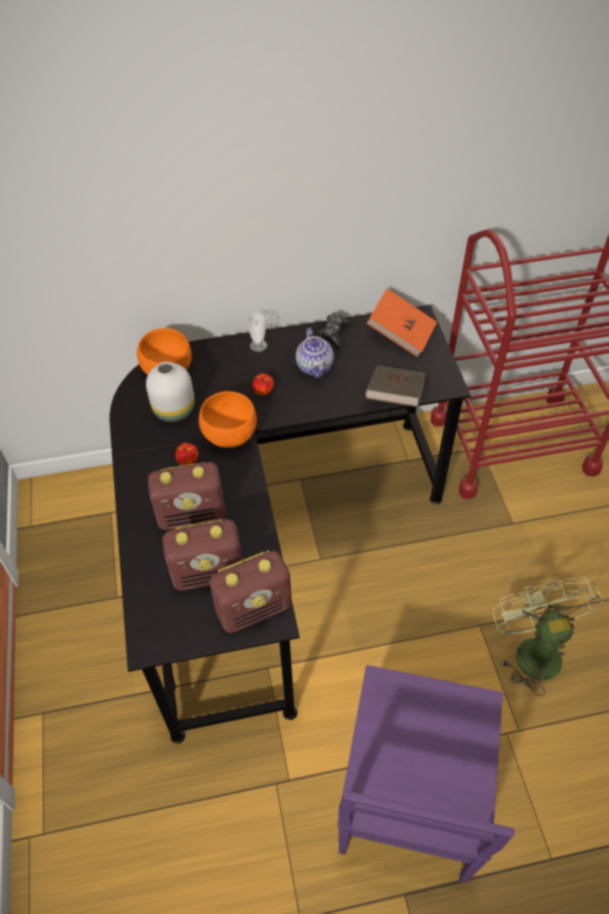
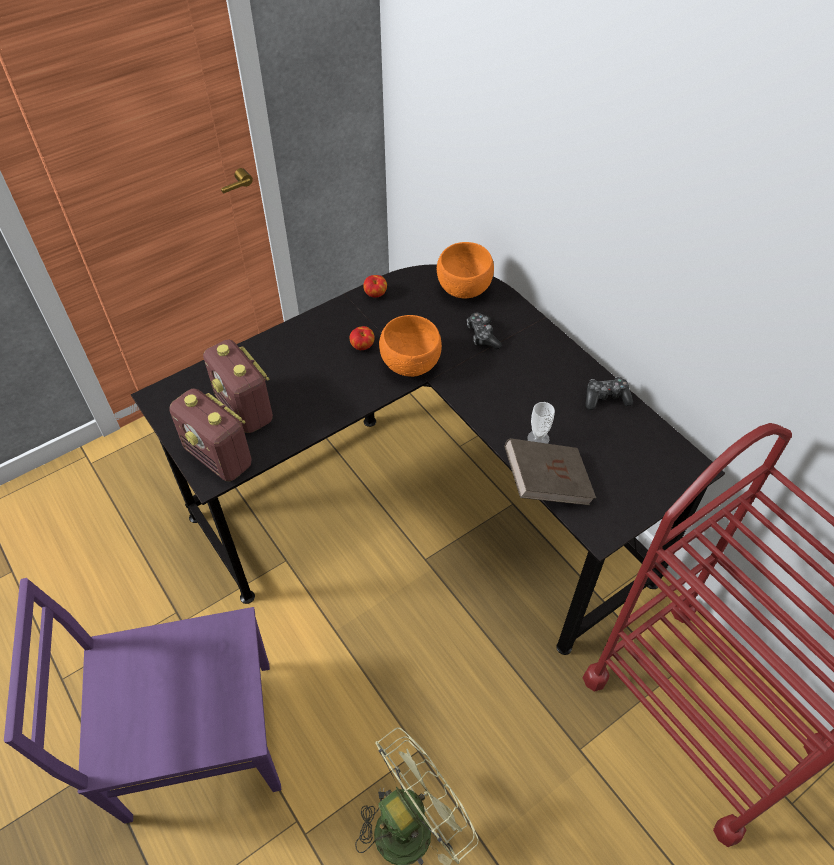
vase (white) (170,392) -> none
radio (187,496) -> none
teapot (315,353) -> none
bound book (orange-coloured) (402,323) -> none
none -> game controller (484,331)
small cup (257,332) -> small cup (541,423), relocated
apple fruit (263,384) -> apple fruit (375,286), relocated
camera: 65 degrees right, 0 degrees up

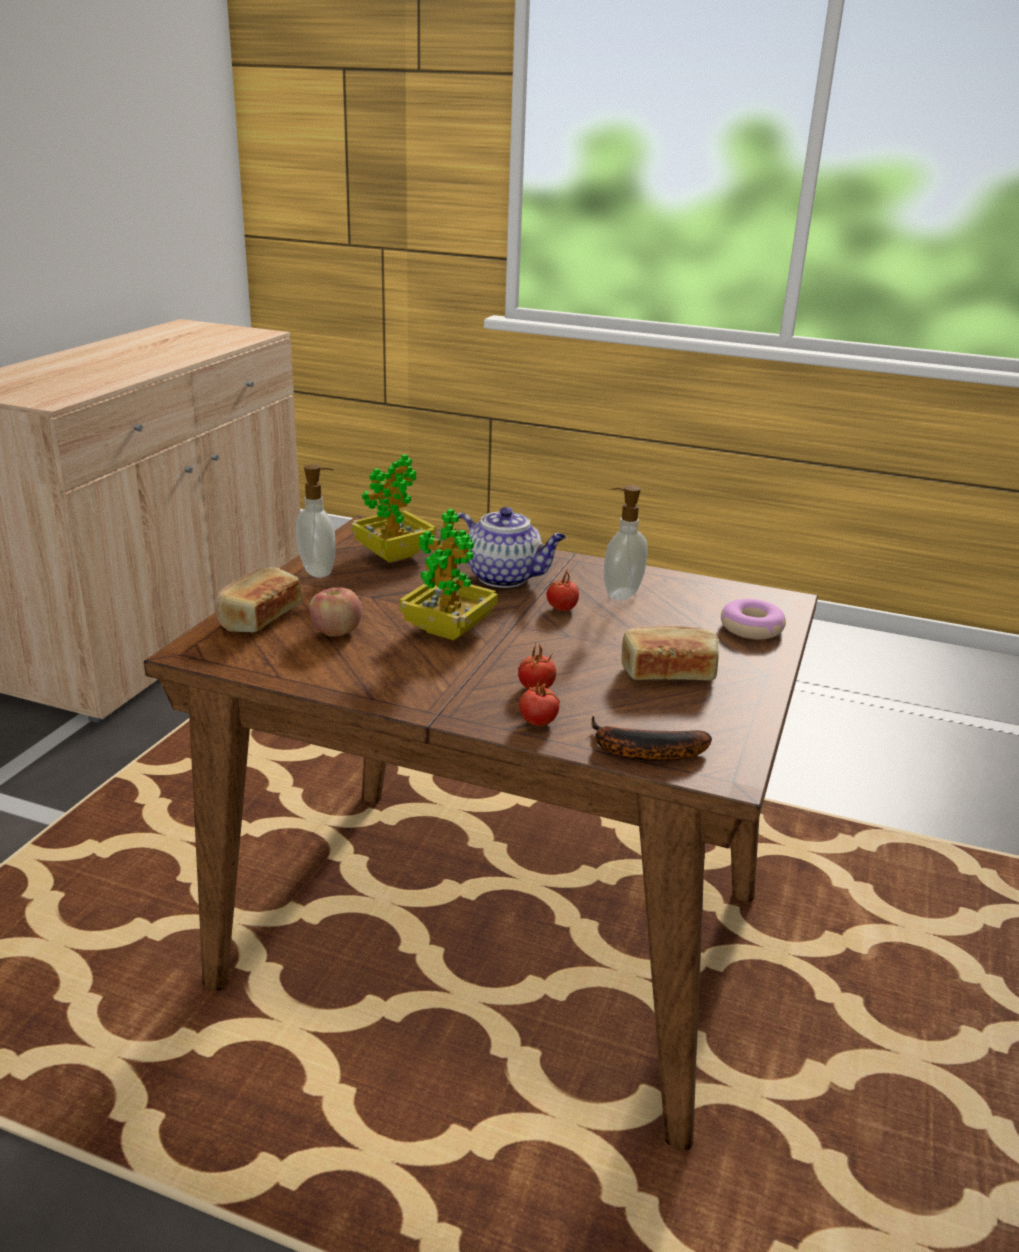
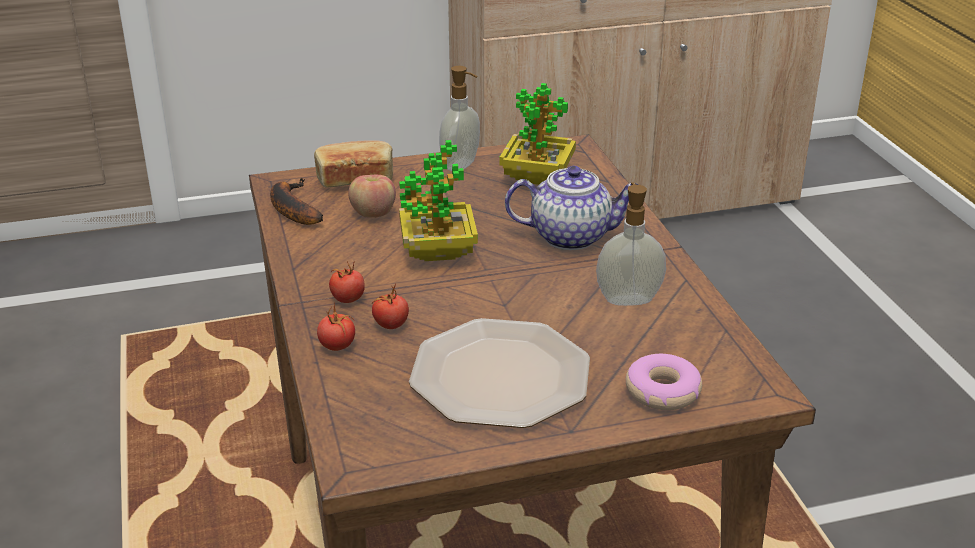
fresh tomato (563,590) -> fresh tomato (347,282), relocated
whole banana (651,738) -> whole banana (296,201), relocated
baked bread (670,653) -> plate (499,373)
teapot (511,547) -> teapot (571,208), 75 degrees counterclockwise
camera: 55 degrees right, 5 degrees up

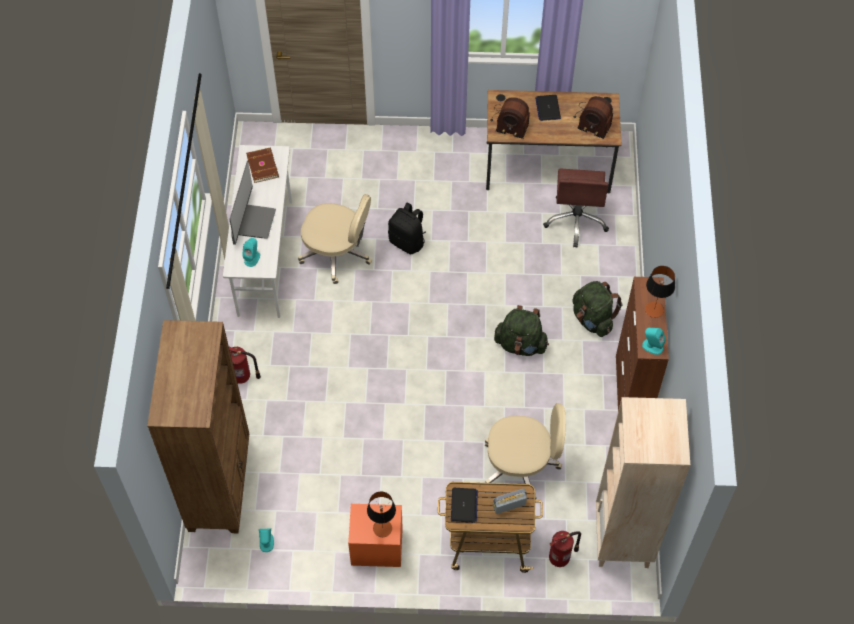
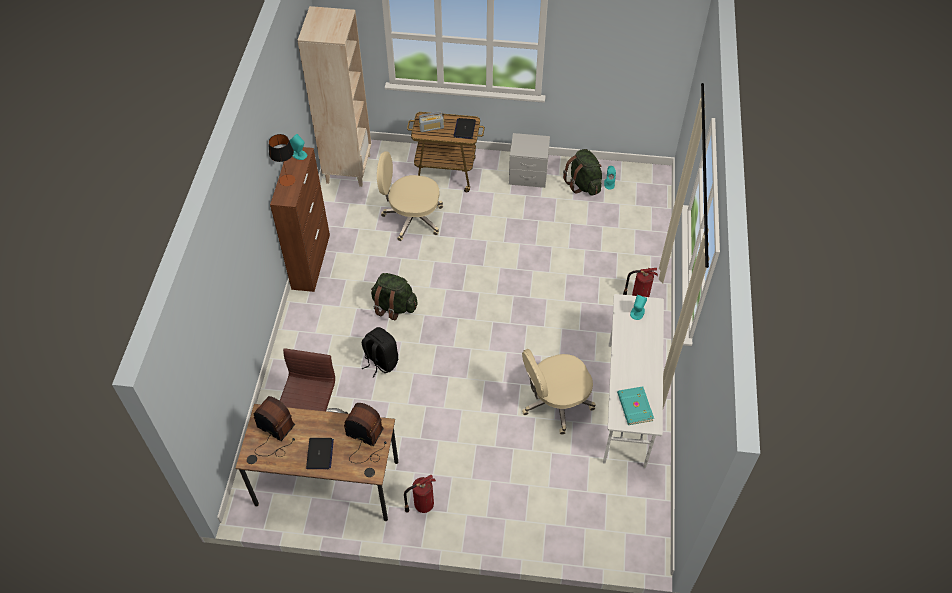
bookcase (brown) (198,426) -> none
monitor (252,202) -> none
tabletop lamp (381,514) -> none
backpack (black-coloured) (407,228) -> backpack (black-coloured) (380,352), relocated
extinguisher (565,549) -> extinguisher (420,493), relocated
backpack (green) (597,309) -> backpack (green) (582,172), relocated
bound book (brown) (262,165) -> bound book (blue-green) (635,405)
bedside table (orange-coloured) (375,535) -> bedside table (grey) (529,160)
desk chair (beige) (335,239) -> desk chair (beige) (559,392), 45 degrees counterclockwise
camera: 175 degrees left, 5 degrees down

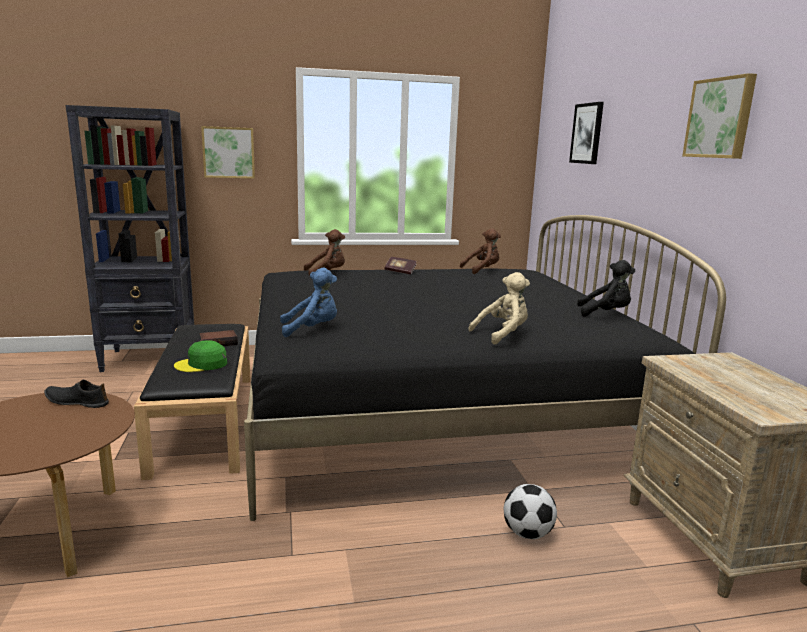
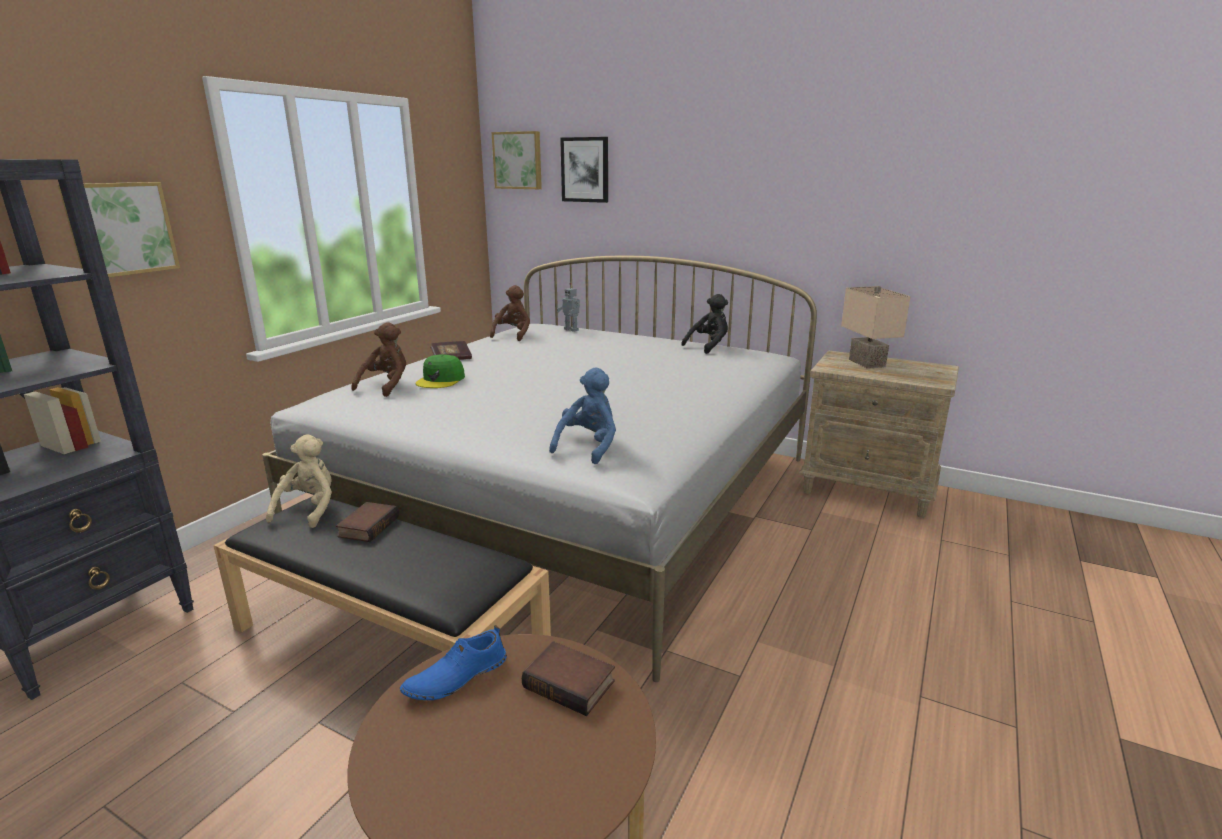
ball for football (530,511) -> none
none -> bound book (568,678)
none -> model robot (568,307)
none -> tabletop lamp (beige) (876,327)
cap (green) (200,356) -> cap (green) (440,371), relocated
soft toy (beige) (499,308) -> soft toy (beige) (299,481), relocated
wall art (719,116) -> wall art (517,160), relocated
low shoe (black-coloured) (76,393) -> low shoe (blue-coloured) (453,662)
bedroom bed (black-coloured) (485,368) -> bedroom bed (white) (539,469)
camera: 50 degrees left, 5 degrees up

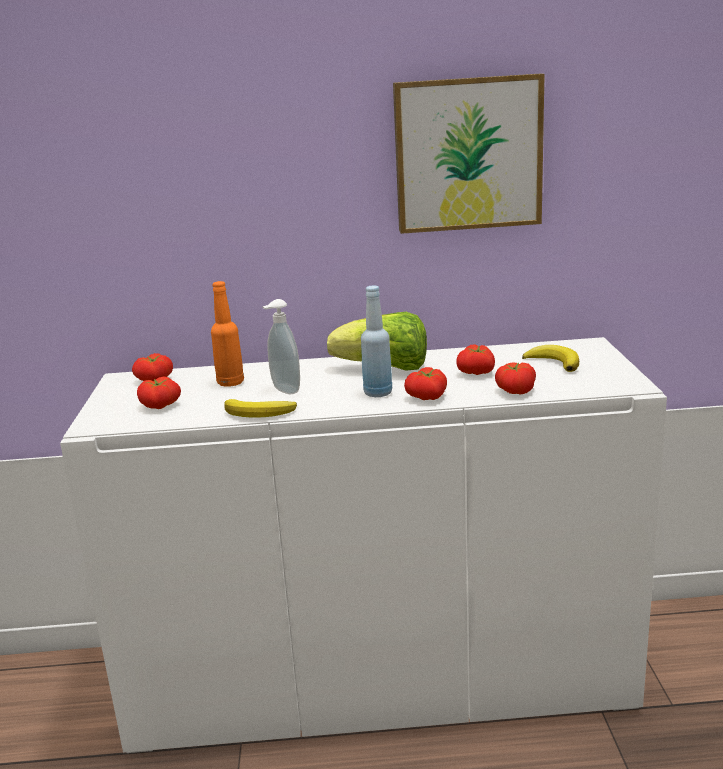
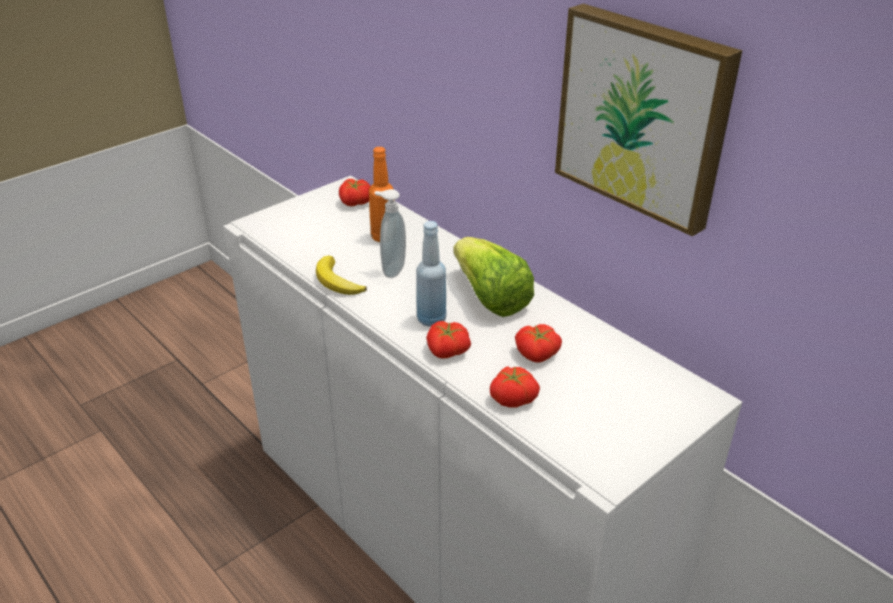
fresh tomato (159,392) -> none
whole banana (550,358) -> none
camera: 50 degrees right, 15 degrees up

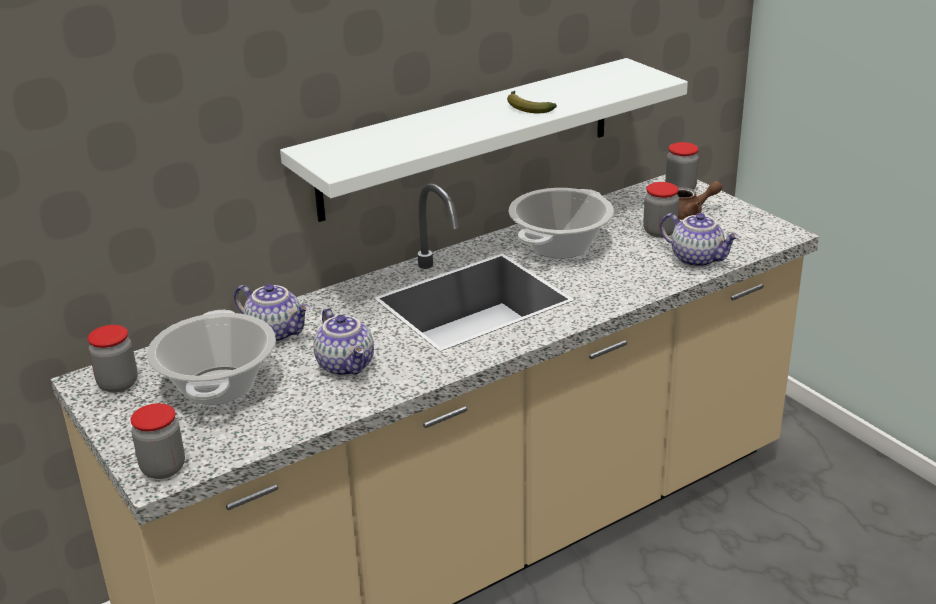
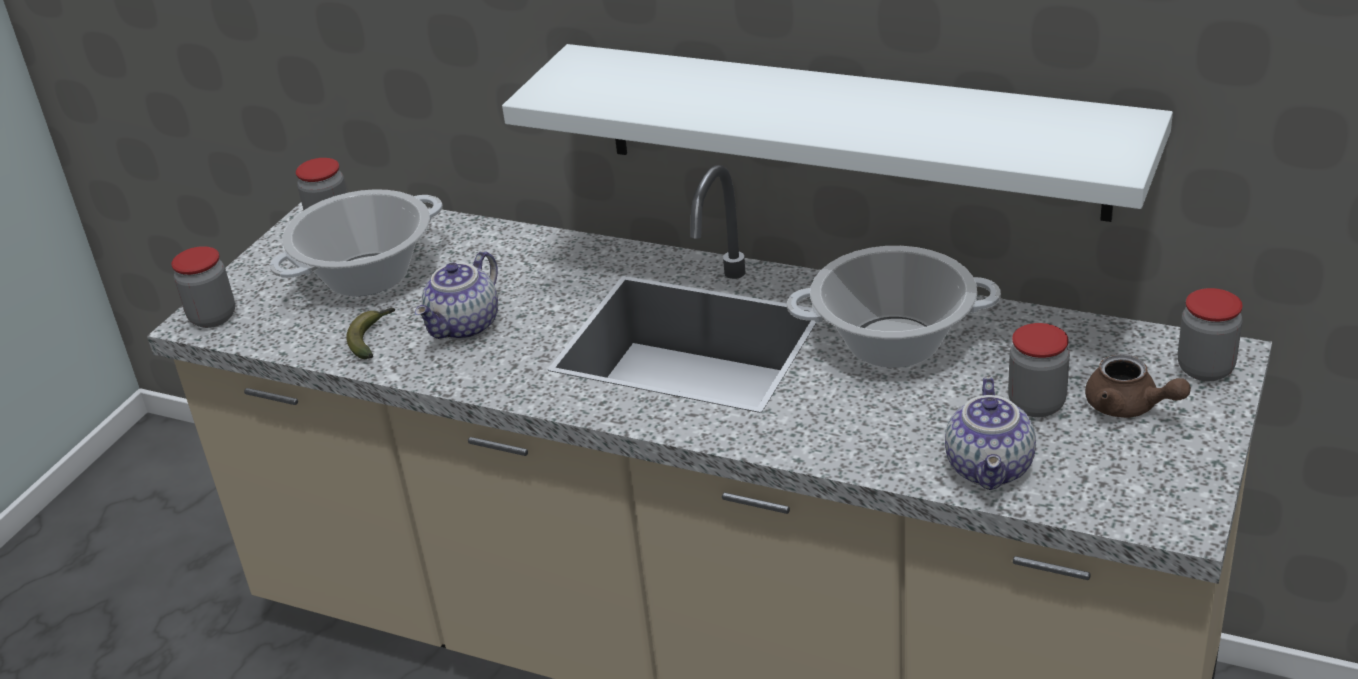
teapot (272,313) -> none
whole banana (532,102) -> whole banana (370,333), relocated
camera: 60 degrees right, 5 degrees up

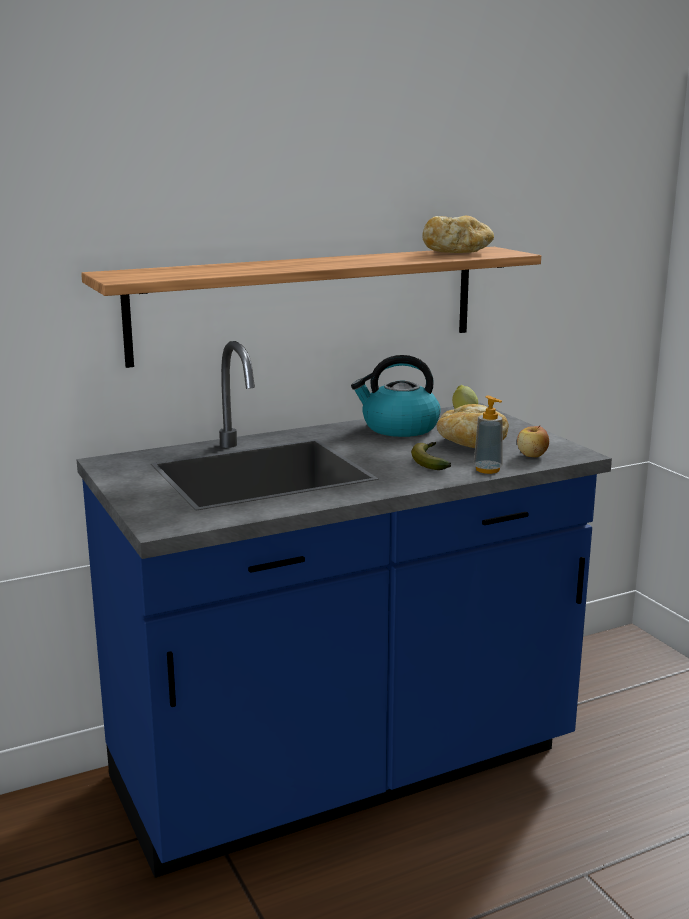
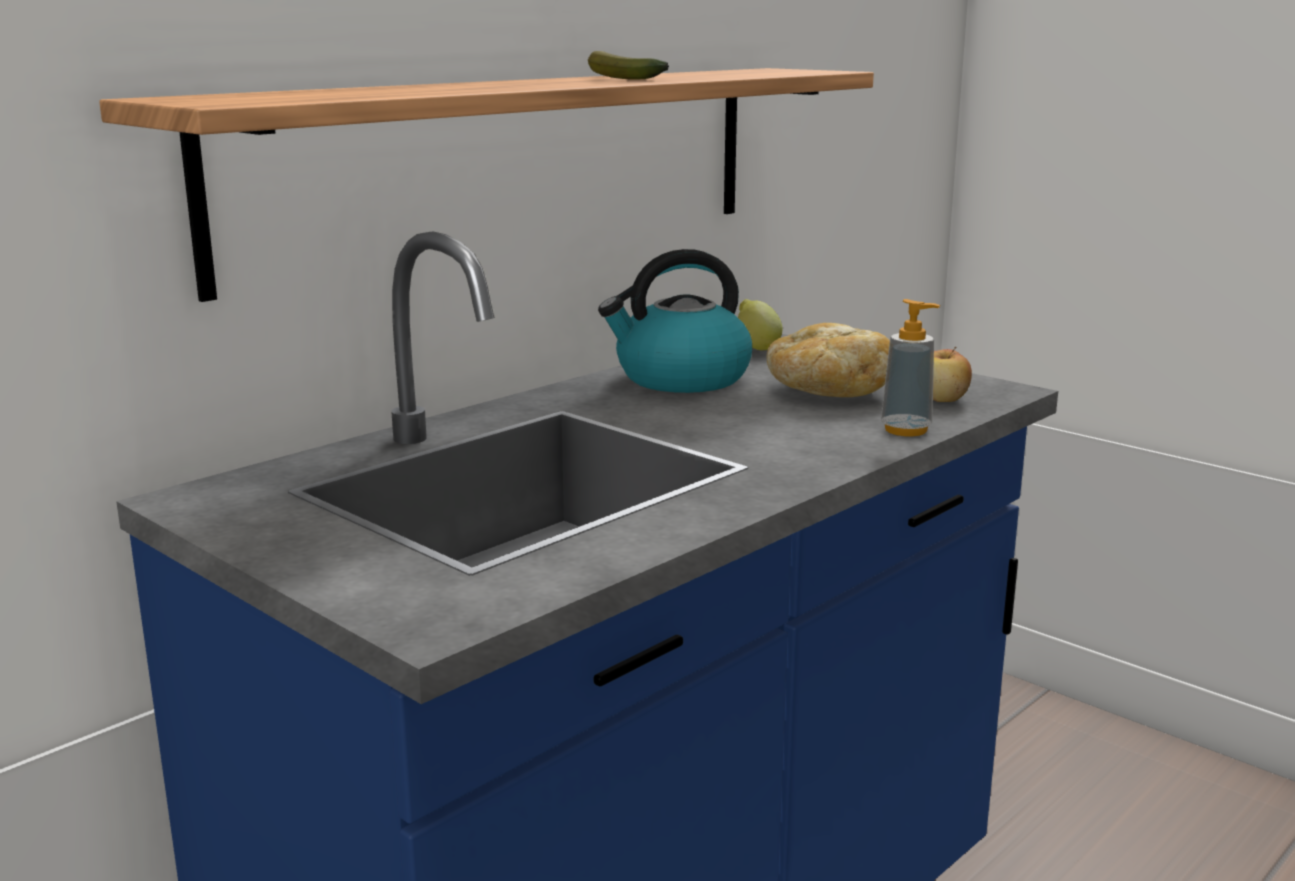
baked bread (458,234) -> none
whole banana (431,456) -> whole banana (628,65), relocated
camera: 20 degrees left, 0 degrees up

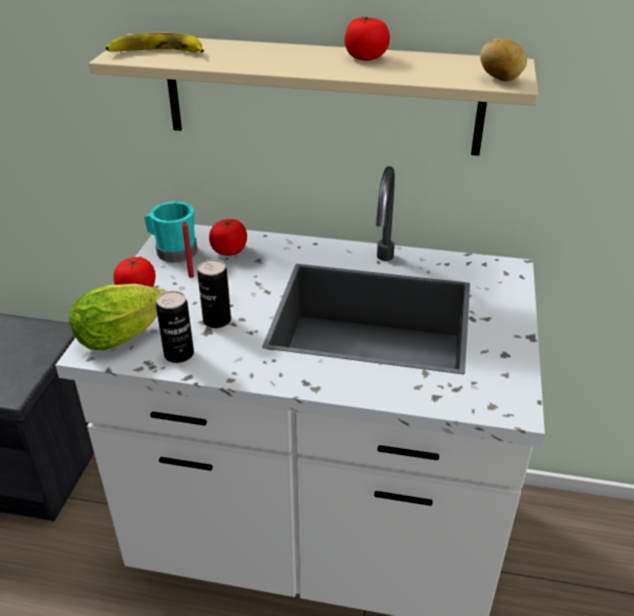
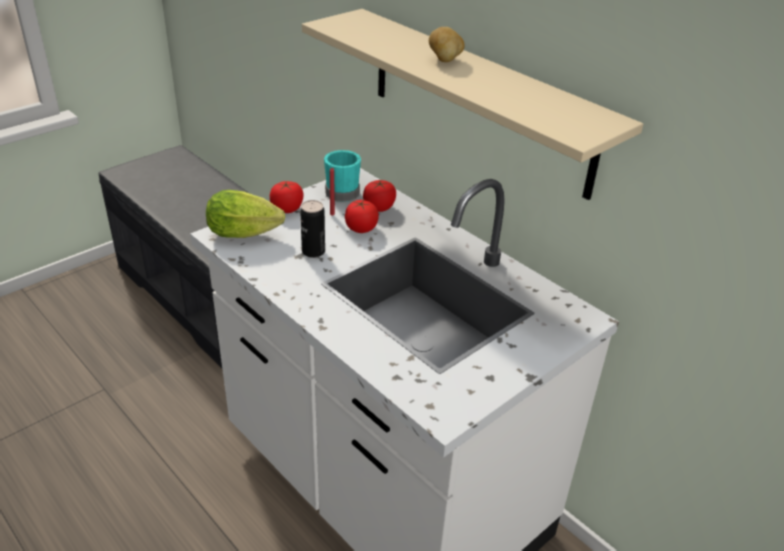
whole banana (154,42) -> none
sealed can (175,327) -> none
fresh tomato (367,38) -> fresh tomato (362,216), relocated
spud (503,60) -> spud (447,44), relocated
camera: 35 degrees right, 0 degrees up

